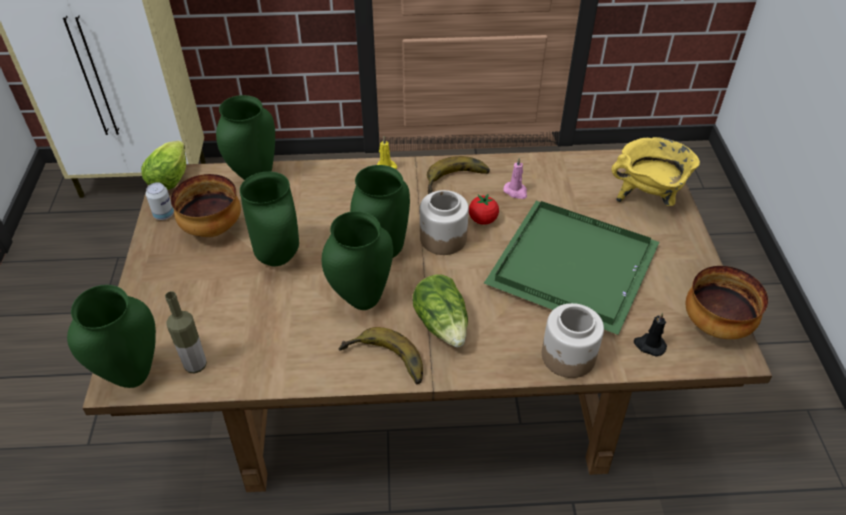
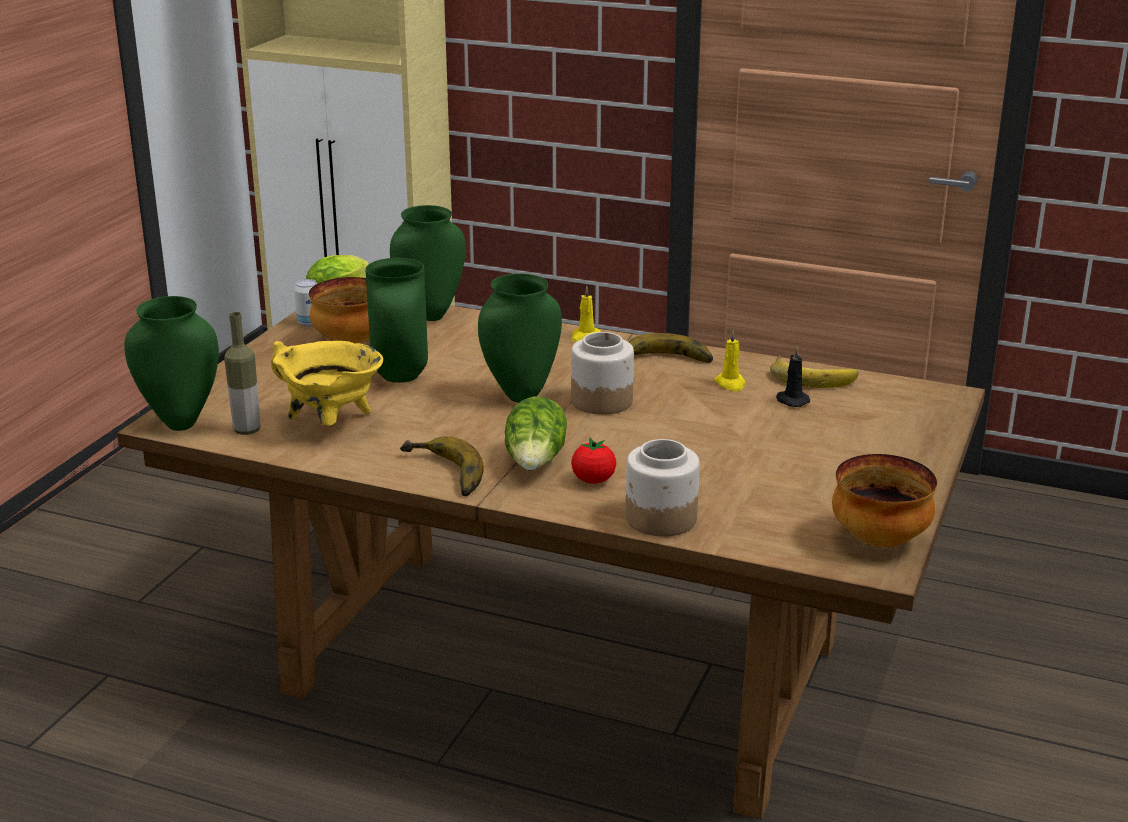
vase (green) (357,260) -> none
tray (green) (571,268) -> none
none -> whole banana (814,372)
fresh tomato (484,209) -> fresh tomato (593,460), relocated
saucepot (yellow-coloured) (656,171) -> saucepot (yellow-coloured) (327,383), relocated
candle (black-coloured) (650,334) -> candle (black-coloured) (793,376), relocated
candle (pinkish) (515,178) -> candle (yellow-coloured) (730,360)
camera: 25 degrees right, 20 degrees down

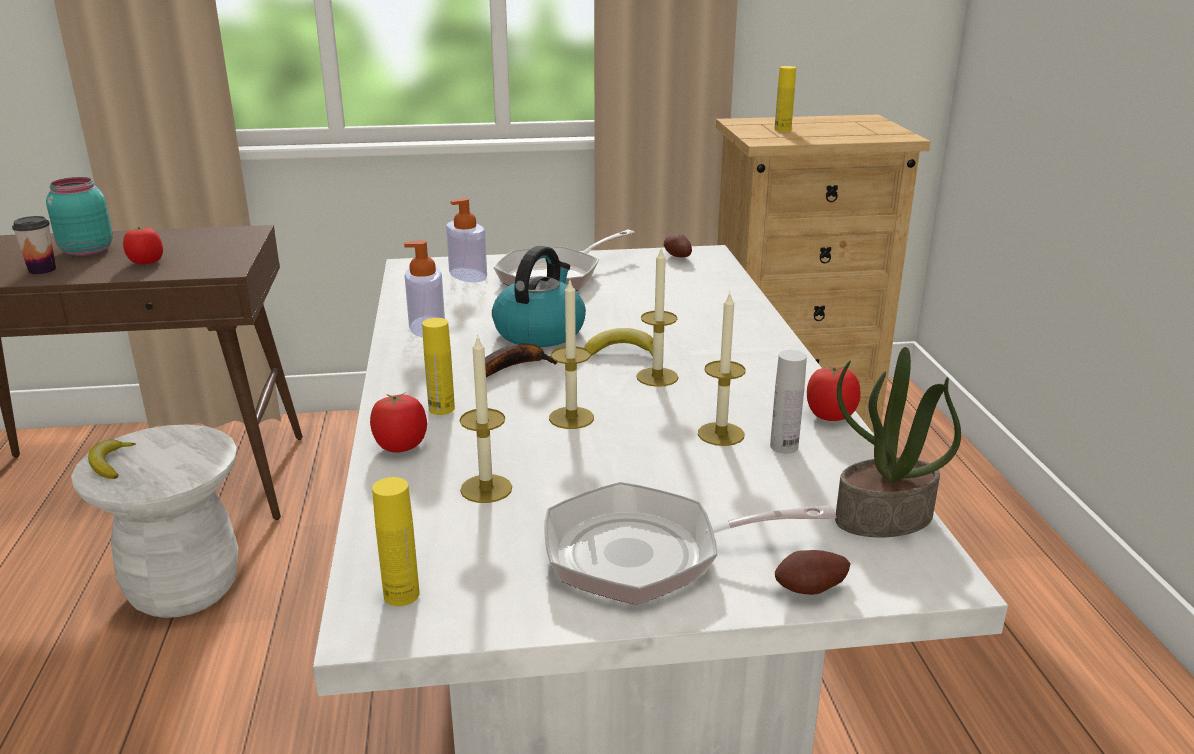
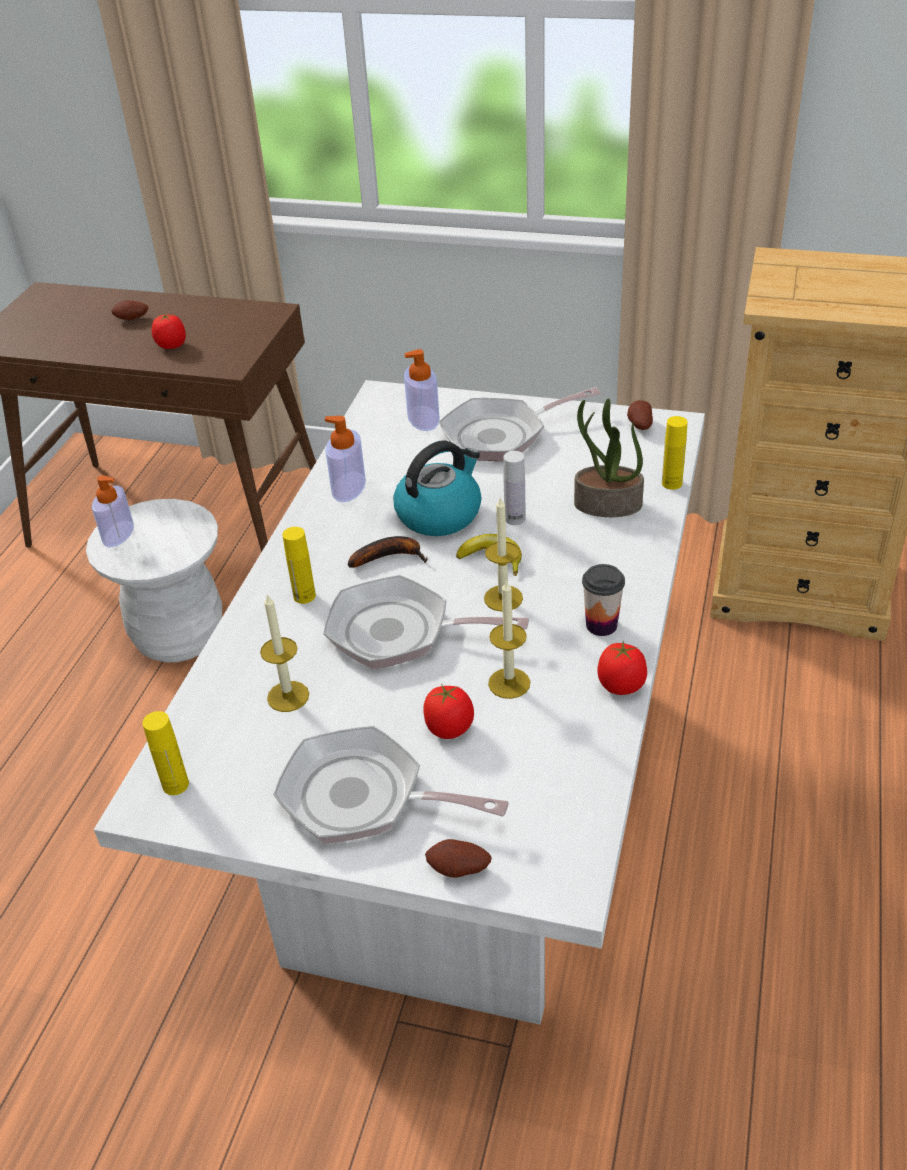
small cup (34,245) -> small cup (603,600), relocated
fresh tomato (398,422) -> fresh tomato (448,711), relocated
beverage bottle (white) (788,402) -> beverage bottle (white) (514,488), relocated
beverage bottle (yellow-coloured) (785,98) -> beverage bottle (yellow-coloured) (675,453), relocated
plant in a pot (898,442) -> plant in a pot (609,457), relocated
preserve jar (blue-green) (79,216) -> spud (129,310)
whole banana (111,459) -> liquid soap bottle (113,511)
candle (571,355) -> skillet (426,622)
camera: 25 degrees right, 15 degrees up

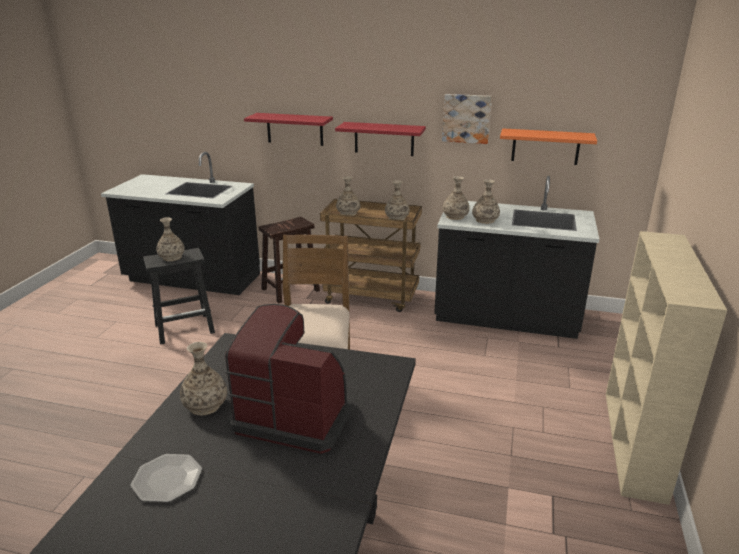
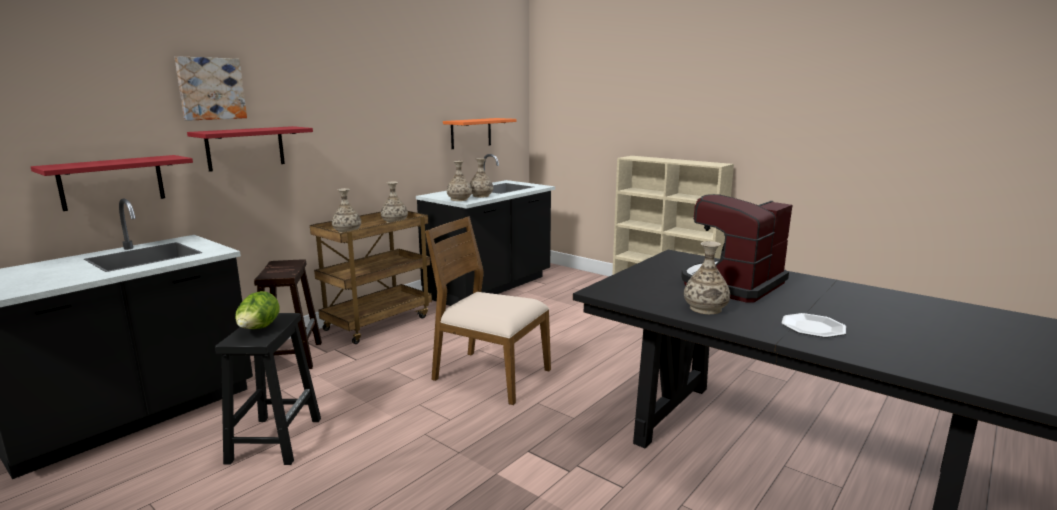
bracket shelf (red-coloured) (380,139) -> bracket shelf (red-coloured) (112,183), relocated
wall art (467,119) -> wall art (211,88), relocated
vase (170,239) -> head of lettuce (257,310)
camera: 65 degrees left, 10 degrees down

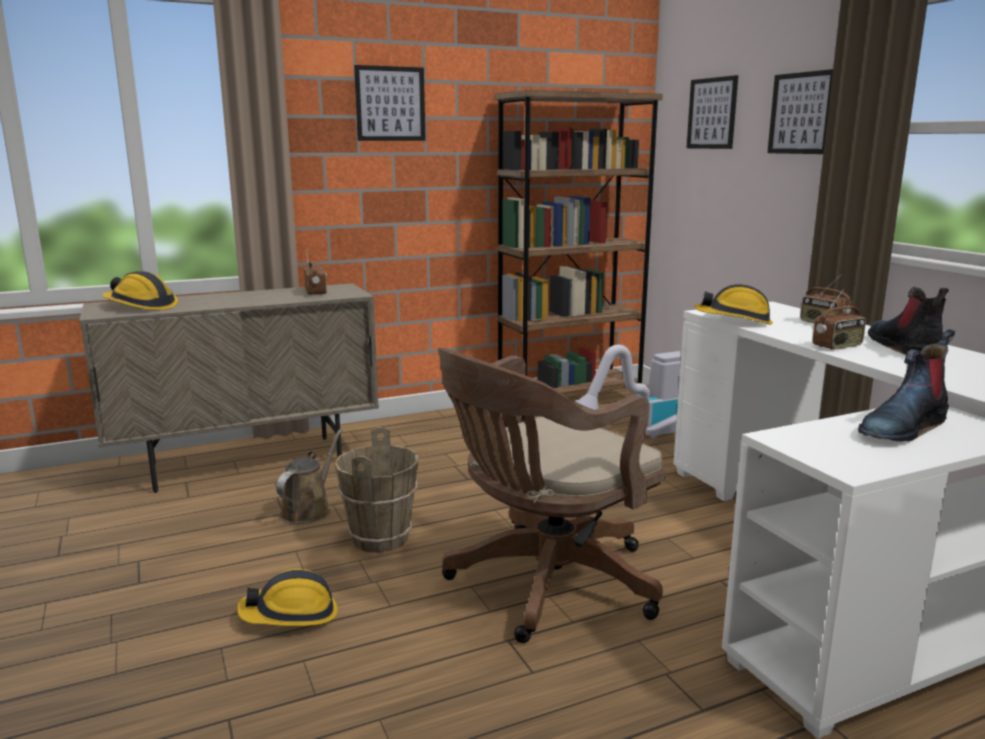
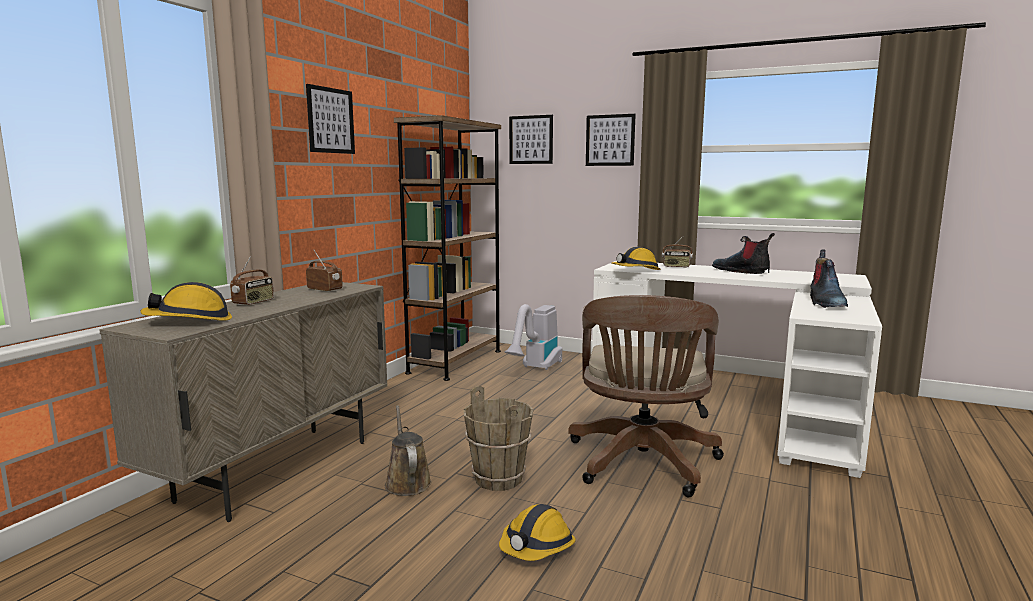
radio (839,319) -> radio (252,281), relocated
camera: 40 degrees left, 5 degrees down

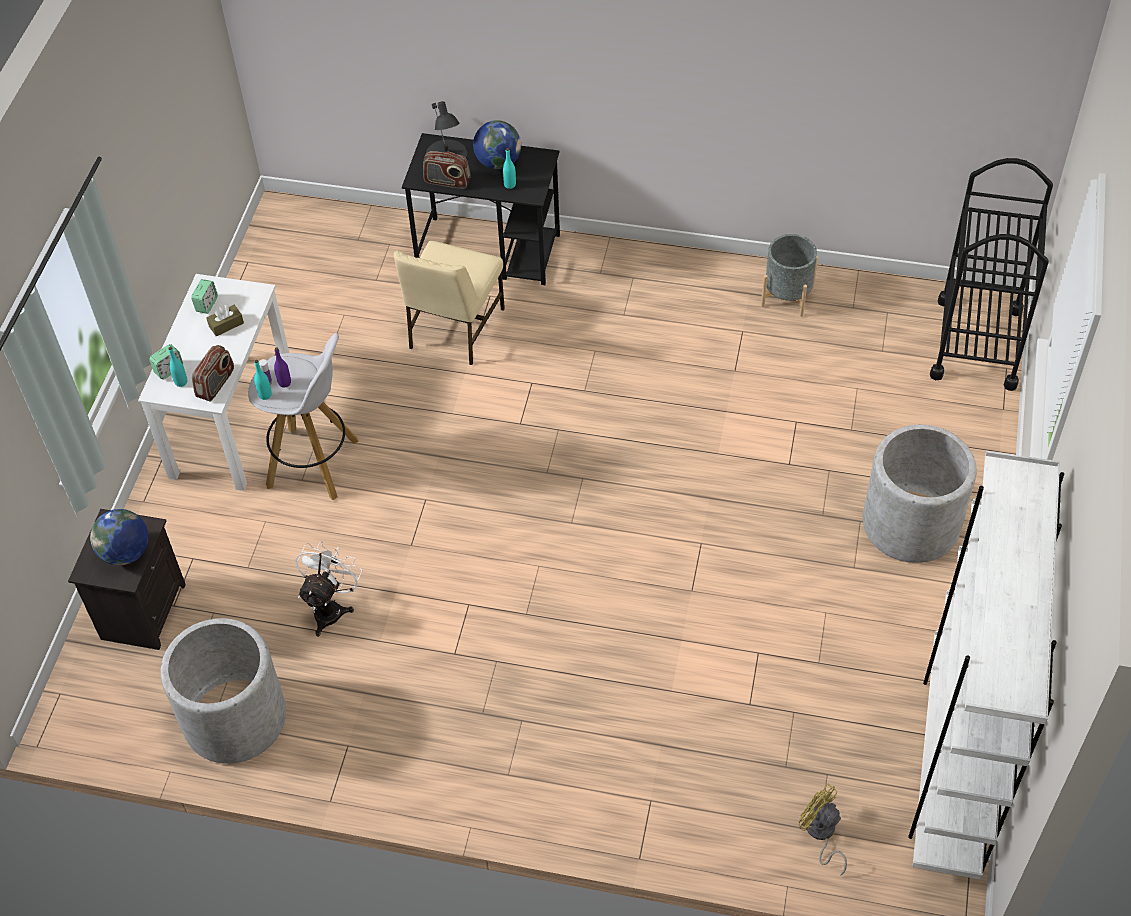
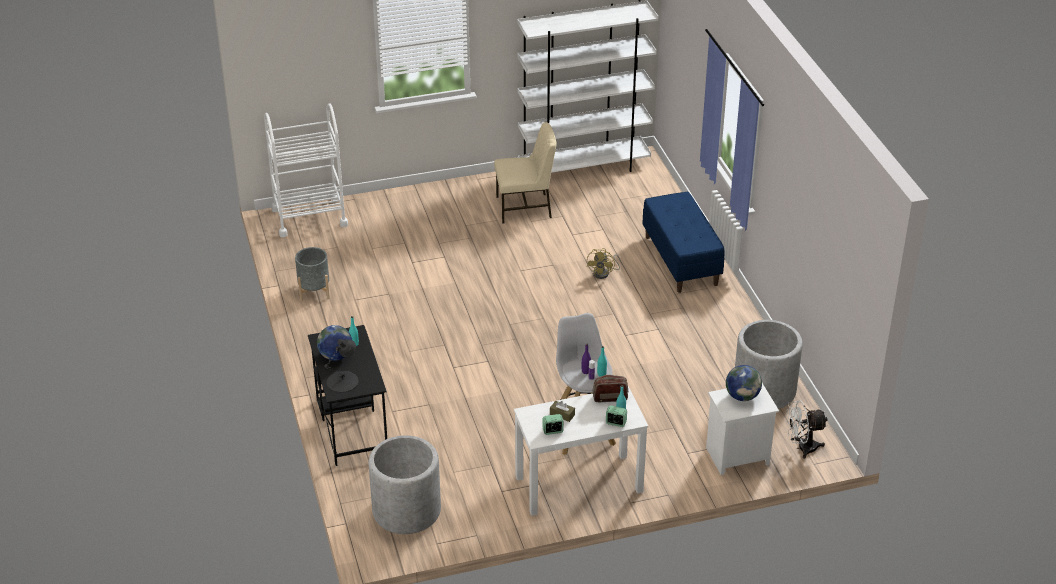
radio (447,170) -> none
none -> long seat (blue-coloured) (683,242)
fan (white) (328,588) -> fan (white) (807,429), relocated
upright chair (beige) (449,303) -> upright chair (beige) (525,173), relocated
fan (yellow-coloured) (822,829) -> fan (yellow-coloured) (604,263), relocated
flower pot (grey) (920,494) -> flower pot (grey) (404,484), relocated
bedside table (black-coloured) (127,579) -> bedside table (white) (742,429)
cart (black-coloured) (991,274) -> cart (white) (306,170)
camera: 120 degrees left, 15 degrees down

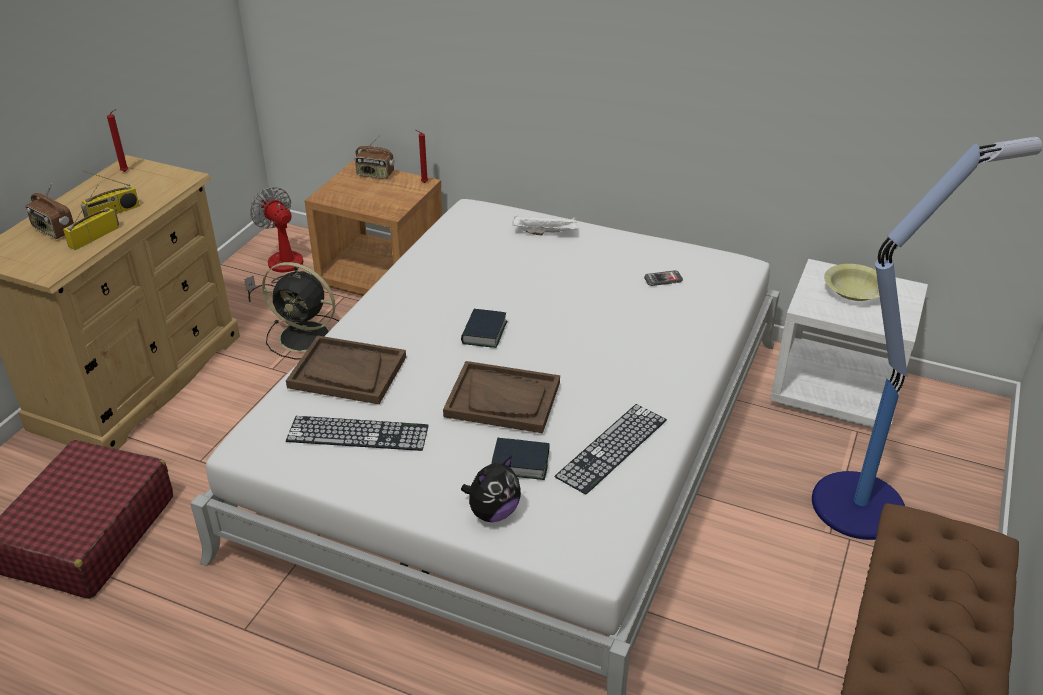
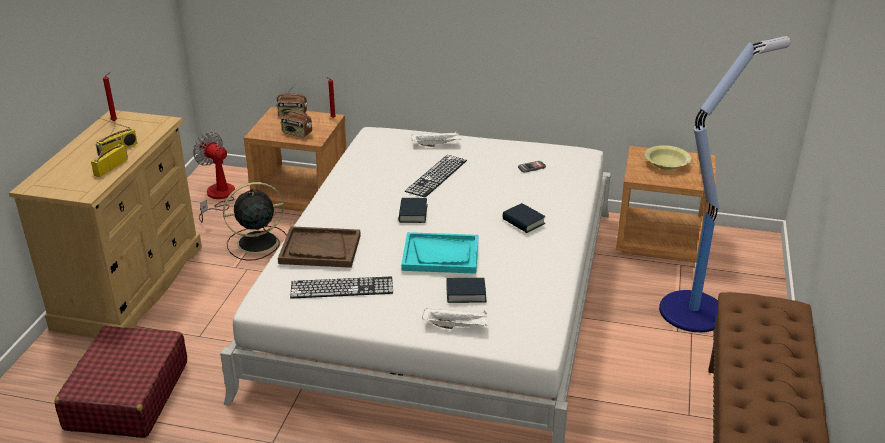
none -> bound book (523,218)
radio (49,211) -> radio (296,119), relocated
computer keyboard (610,449) -> computer keyboard (436,176), relocated
soft toy (491,489) -> tray (white) (455,318)
tray (brown) (501,397) -> tray (blue-green) (439,253)
bedside table (white) (849,345) -> bedside table (brown) (666,204)
fan (black-coloured) (300,310) -> fan (black-coloured) (255,221), 150 degrees clockwise
camera: 10 degrees left, 5 degrees down

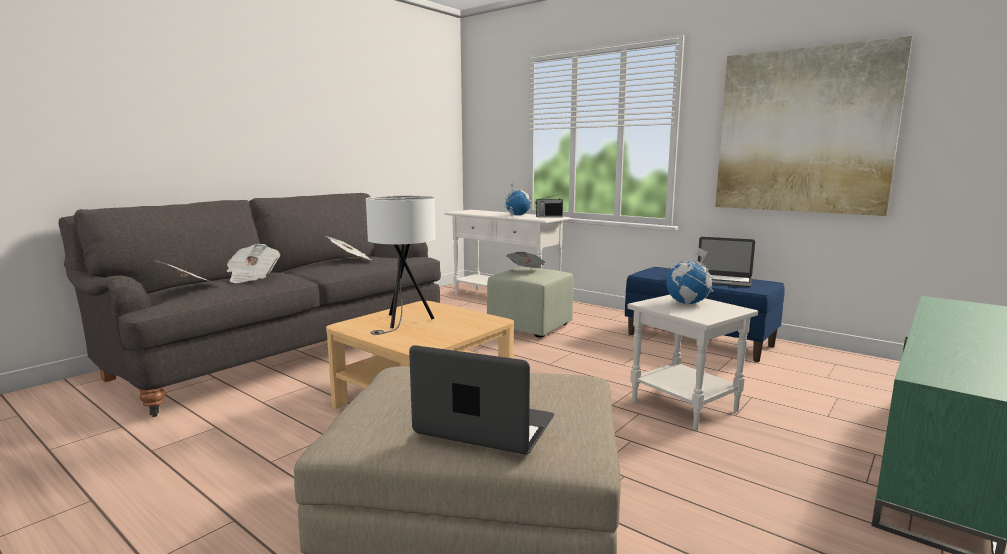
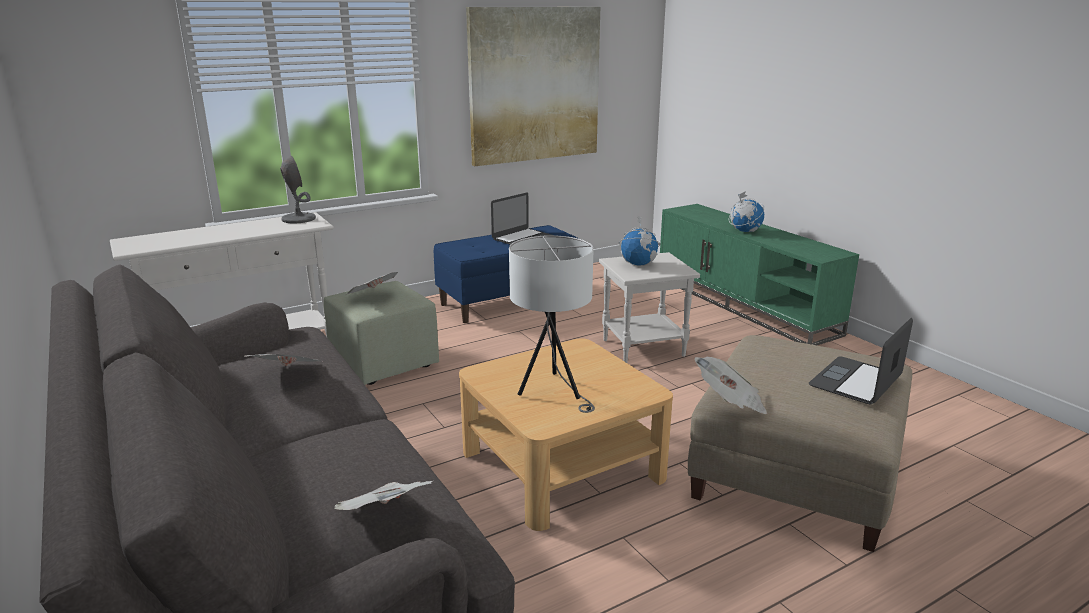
daily paper (253,263) -> daily paper (731,385), relocated
globe (517,199) -> globe (746,211), relocated
radio (549,205) -> tabletop lamp (grey) (298,189)
camera: 70 degrees left, 10 degrees up

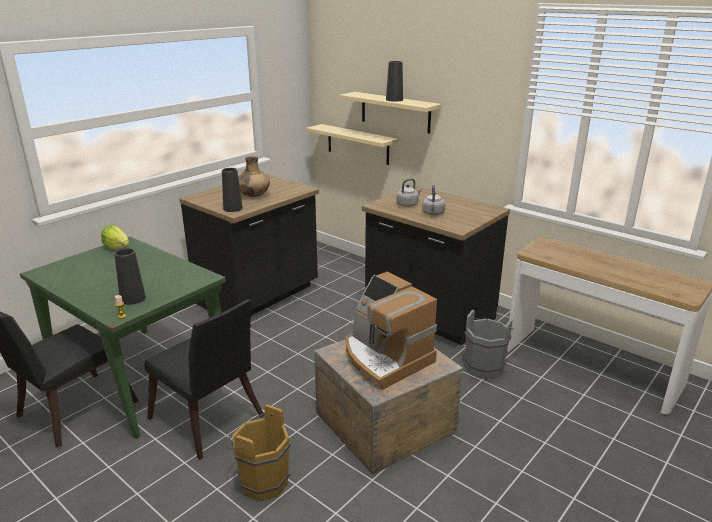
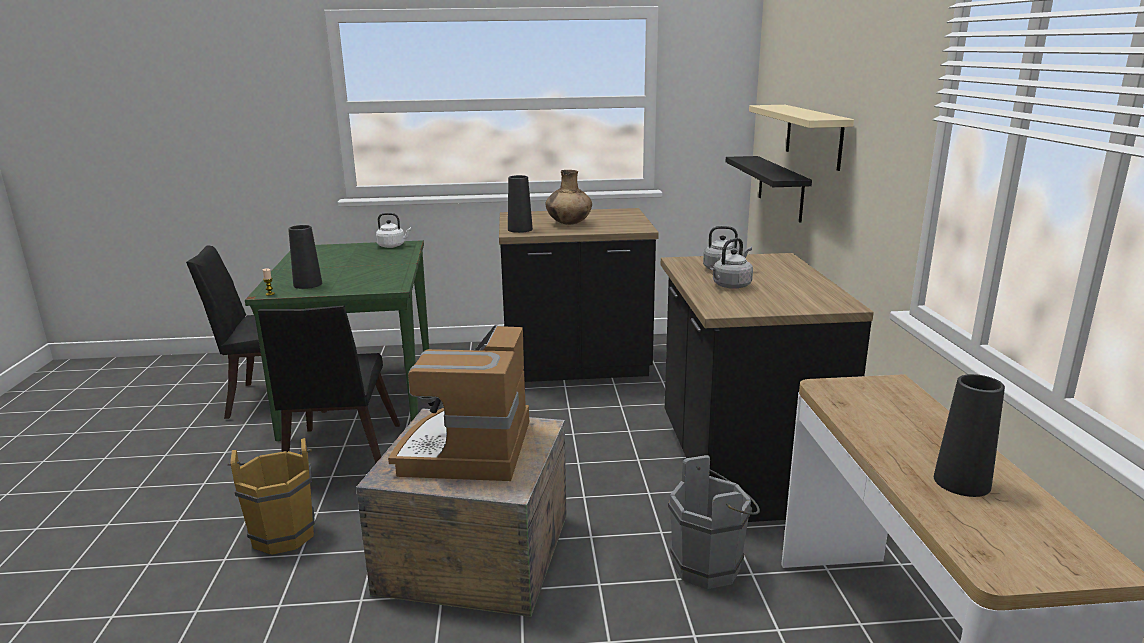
vase (black-coloured) (394,81) -> vase (black-coloured) (969,435), relocated
head of lettuce (115,237) -> kettle (white) (393,230)
bracket shelf (beige) (352,144) -> bracket shelf (black-coloured) (769,189)
camera: 45 degrees right, 5 degrees down

